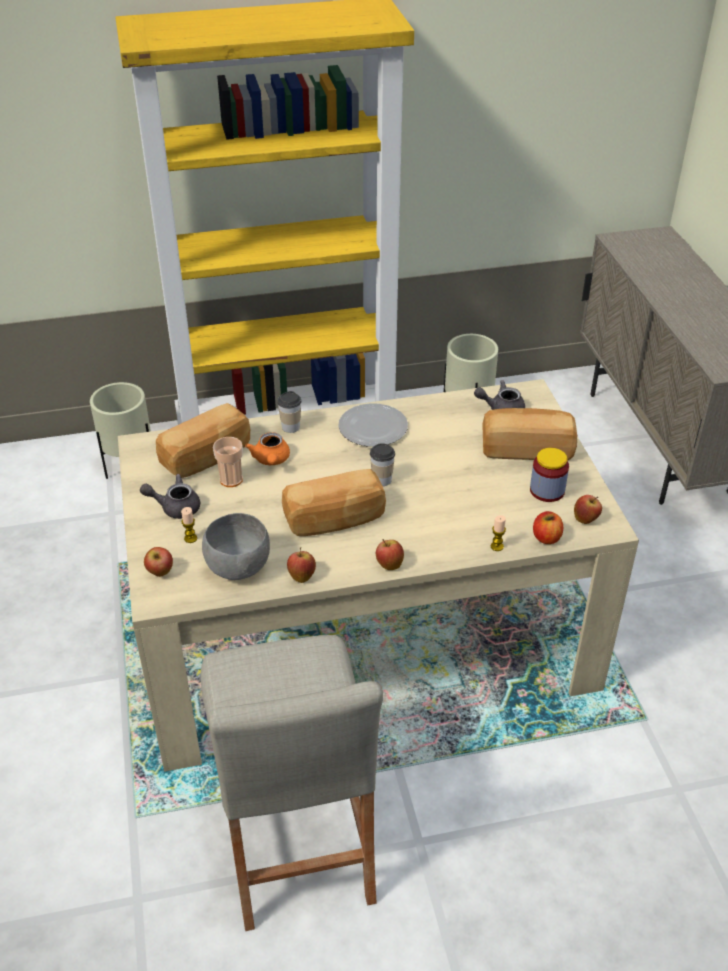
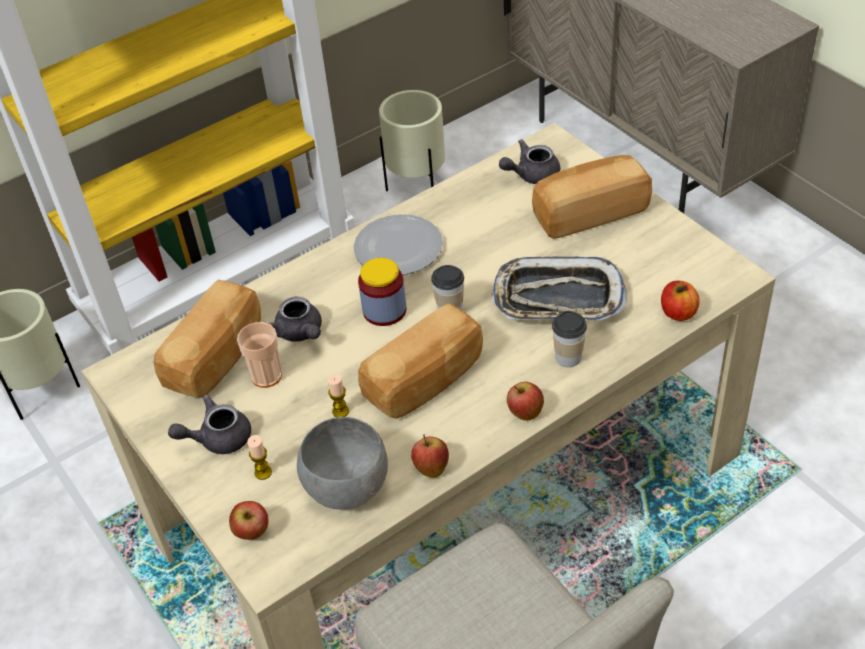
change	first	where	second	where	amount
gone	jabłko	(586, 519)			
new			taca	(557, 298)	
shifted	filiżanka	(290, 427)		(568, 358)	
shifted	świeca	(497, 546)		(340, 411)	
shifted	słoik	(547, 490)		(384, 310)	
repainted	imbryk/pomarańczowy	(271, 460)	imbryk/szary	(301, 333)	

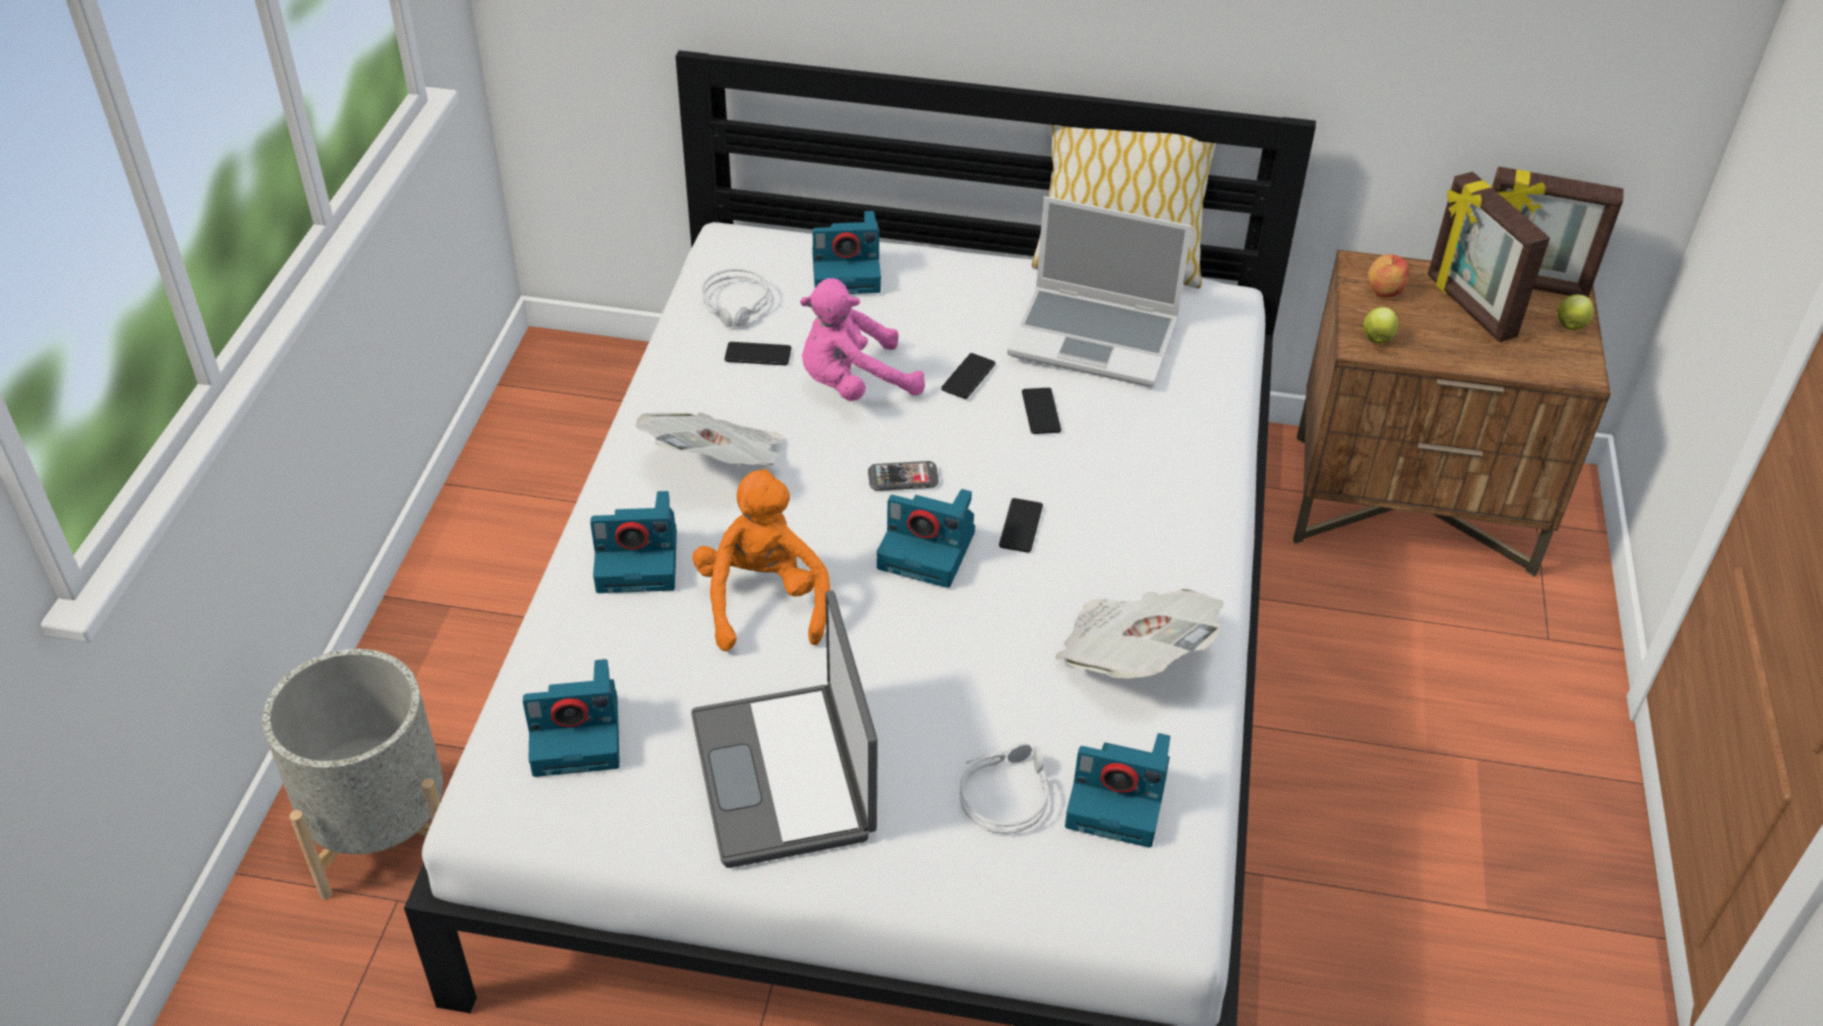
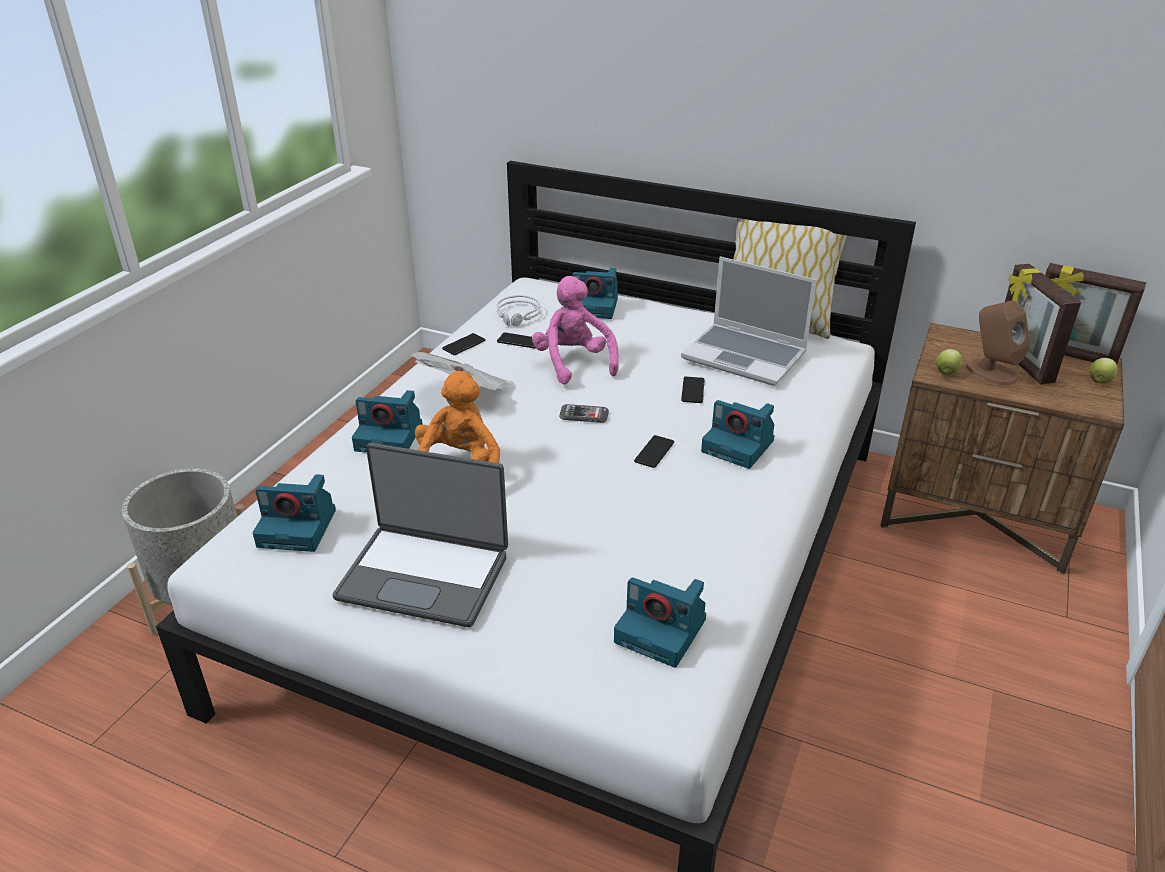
change	first	where	second	where	amount
gone	słuchawki/szary	(1005, 792)			
gone	gazeta	(1132, 657)			
gone	jabłko	(1383, 290)			
new			głośnik/brązowy	(991, 372)	
shifted	aparat fotograficzny	(929, 550)		(739, 446)	
shifted	telefon	(968, 377)		(464, 345)	
rotated	laptop	(786, 776)		(425, 575)	75 degrees counterclockwise
rotated	pluszak/różowy	(853, 384)		(573, 363)	75 degrees clockwise

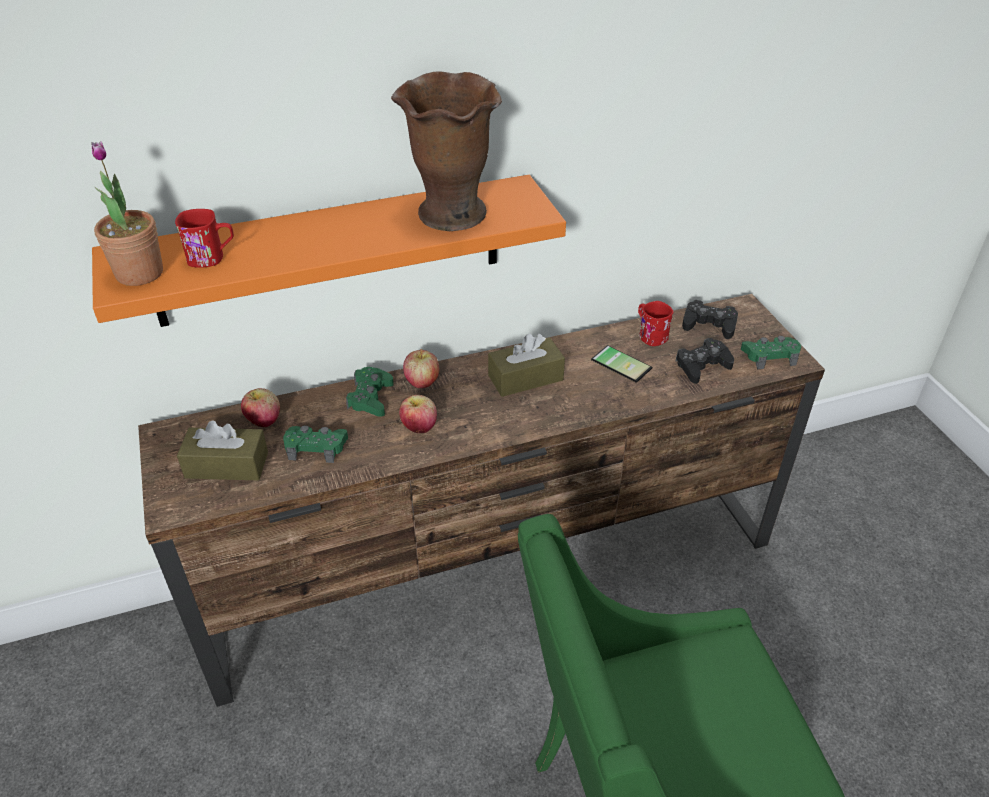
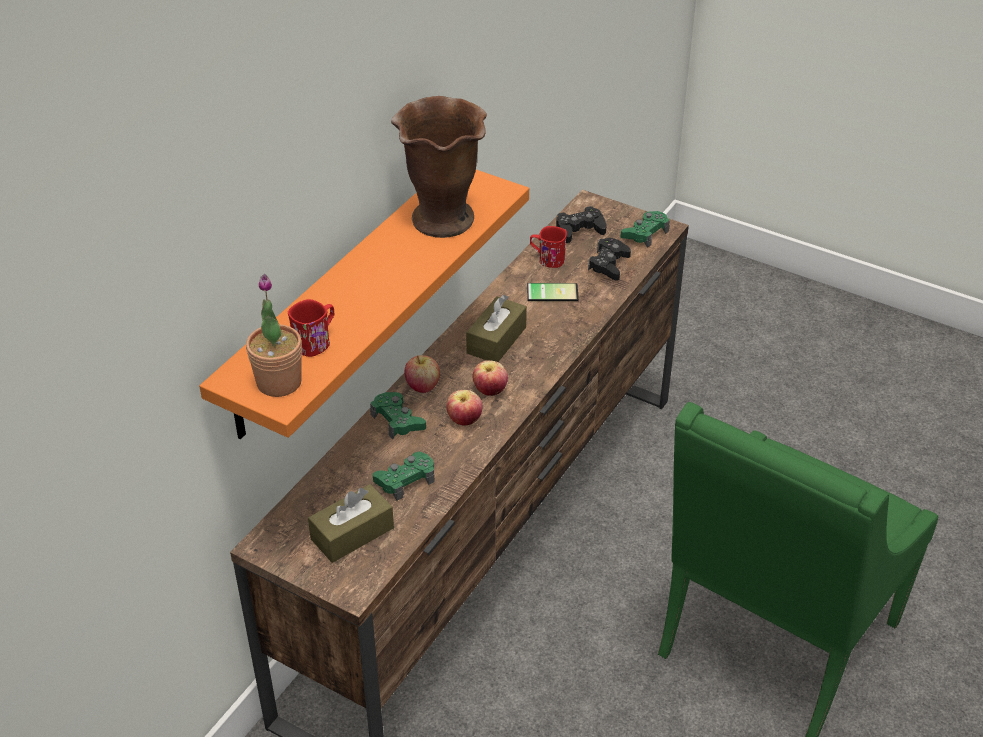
change	first	where	second	where	amount
shifted	jabłko	(264, 421)		(490, 391)	

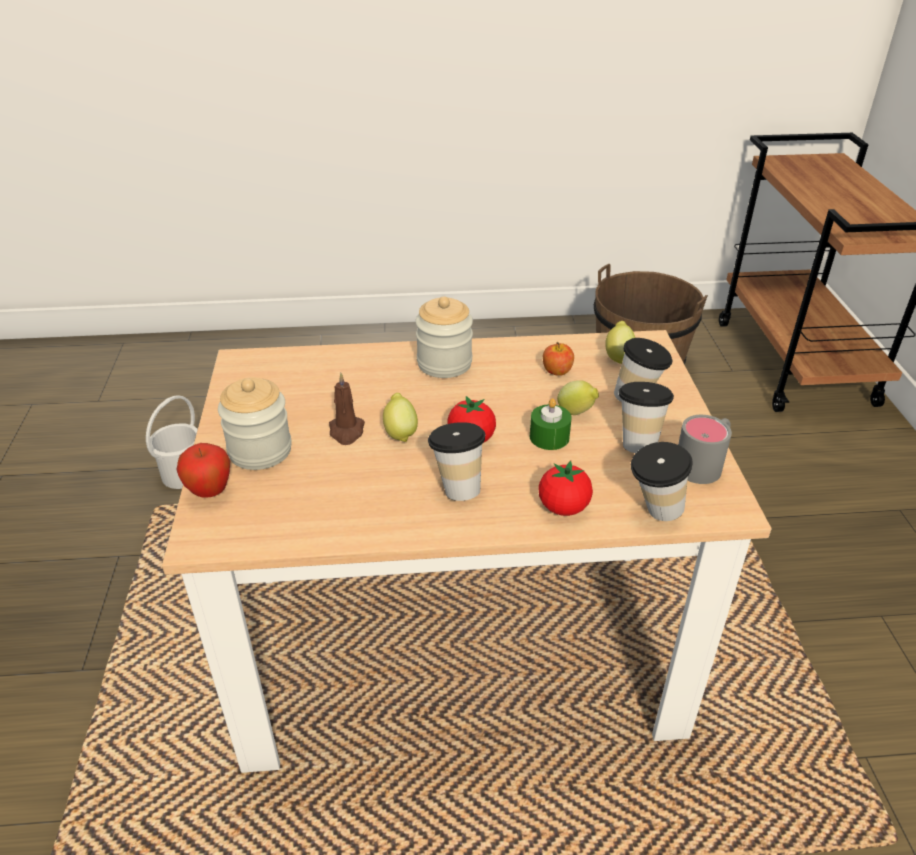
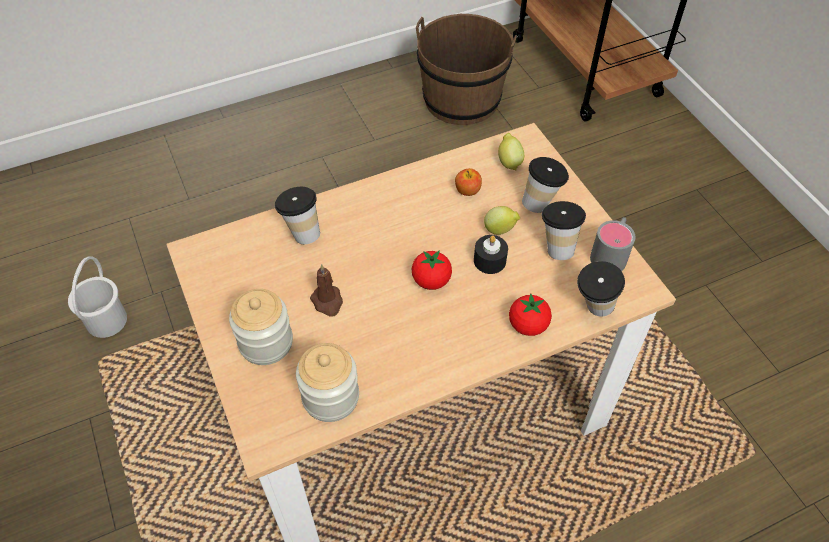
change	first	where	second	where	amount
gone	jabłko	(210, 492)			
gone	cytryna	(400, 432)			
shifted	słoik	(444, 363)		(330, 397)	
shifted	filiżanka	(457, 487)		(302, 232)	
repainted	świeca/zielony	(549, 437)	świeca/czarny	(489, 261)	

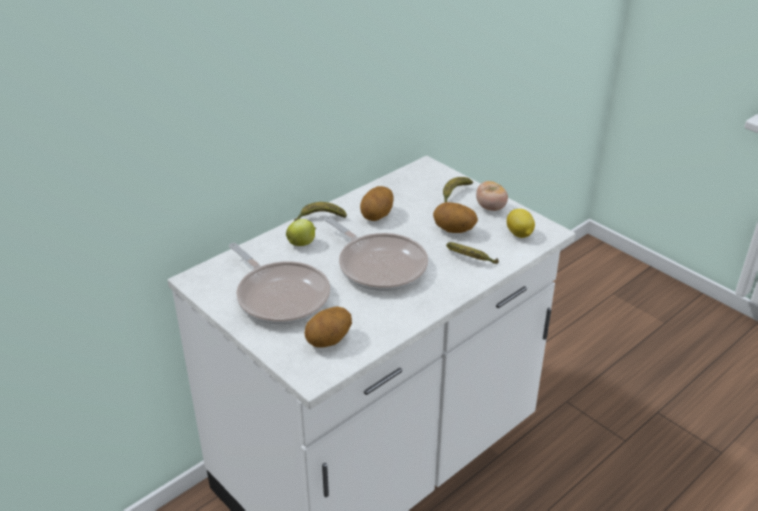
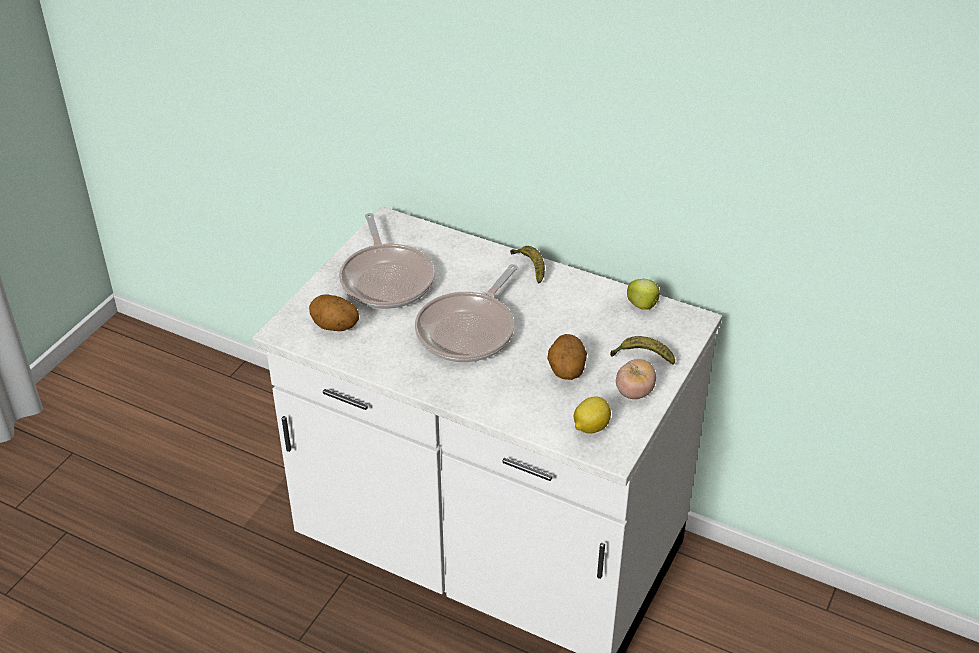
change	first	where	second	where	amount
gone	ziemniak	(377, 216)			
gone	banan	(470, 259)			
shifted	jabłko	(302, 243)		(643, 306)	
rotated	patelnia	(280, 296)		(386, 279)	45 degrees counterclockwise

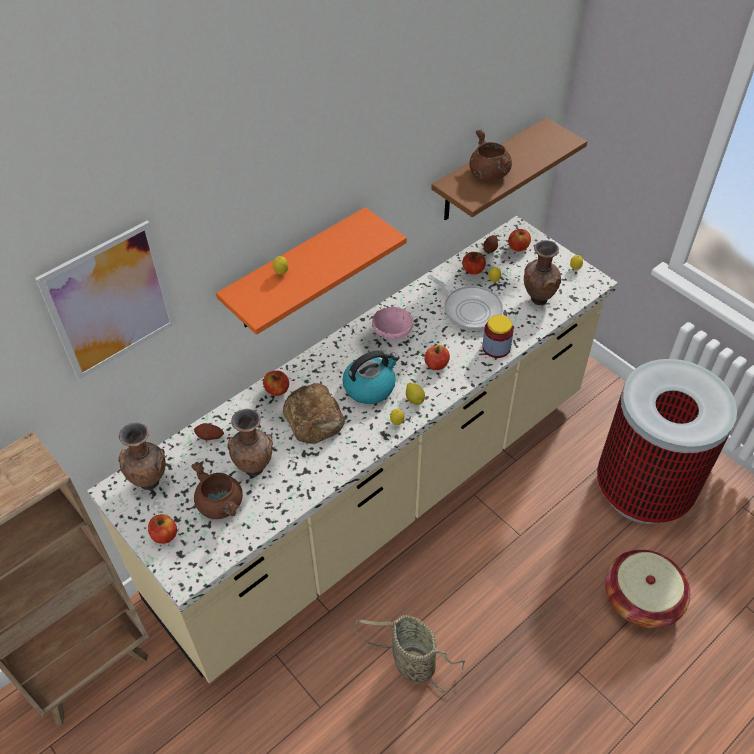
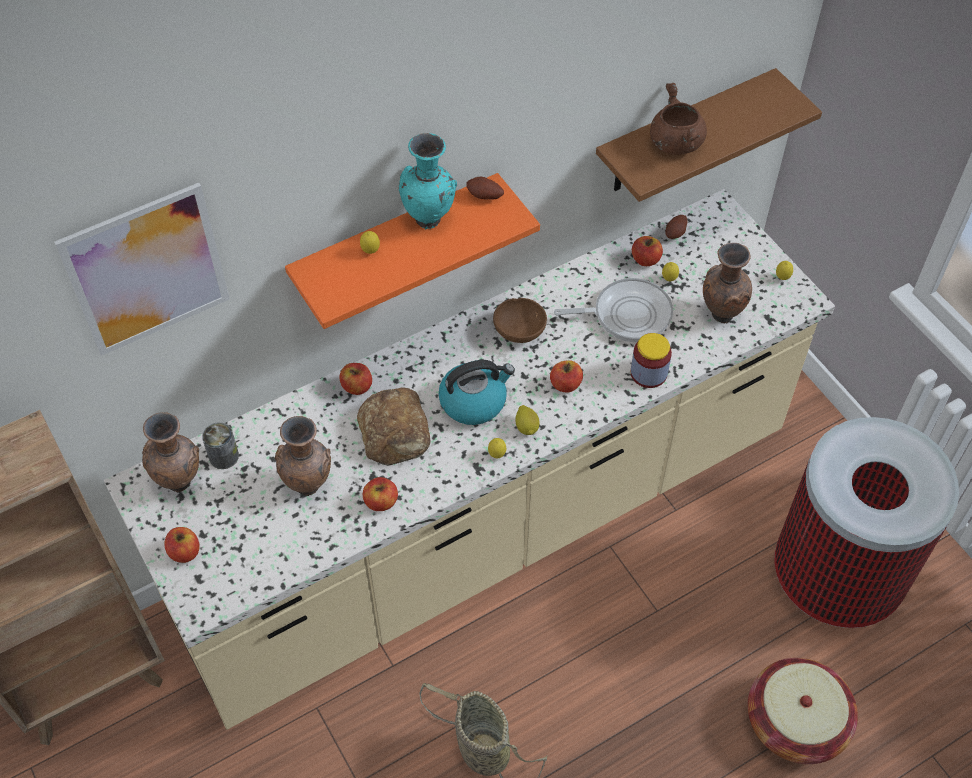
change	first	where	second	where	amount
gone	garnek/brązowy	(221, 504)			
new			puszka	(224, 456)	
new			wazon/turkusowy	(430, 219)	
shifted	ziemniak	(210, 437)		(484, 197)	
shifted	jabłko	(518, 247)		(381, 501)	
repainted	miska/różowy	(393, 332)	miska/brązowy	(520, 330)	
rotated	patelnia	(469, 309)		(627, 314)	60 degrees counterclockwise

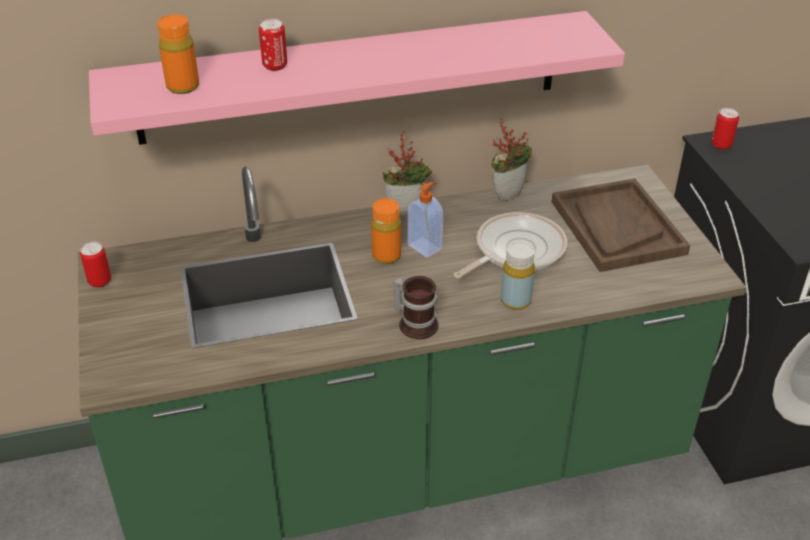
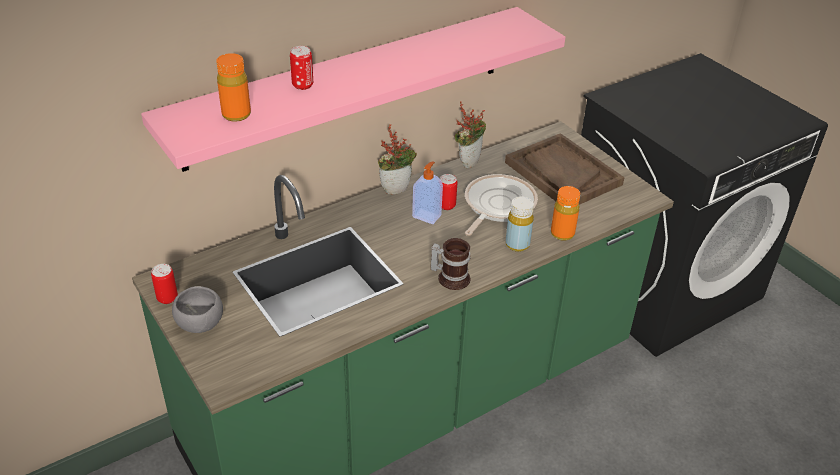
change	first	where	second	where	amount
new			miska/szary	(199, 324)	
shifted	butelka/pomarańczowy	(386, 256)		(562, 233)	
shifted	puszka	(721, 145)		(446, 205)	

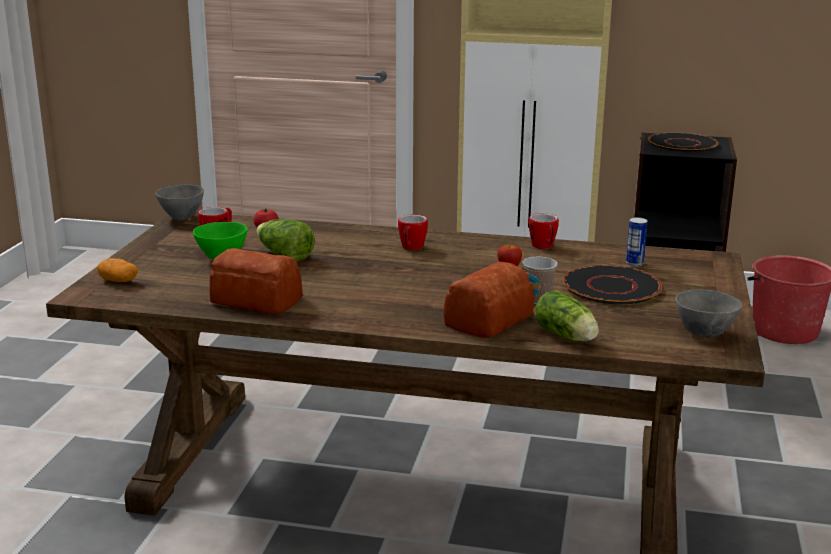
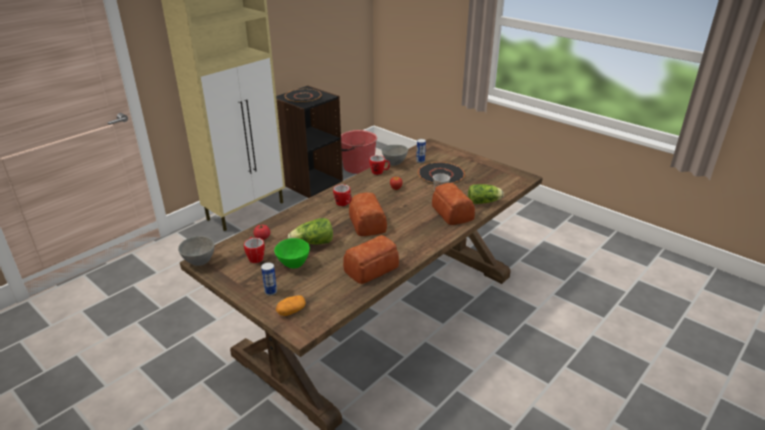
change	first	where	second	where	amount
new			puszka	(270, 292)	
new			chleb	(368, 223)	
shifted	miska/szary	(705, 333)		(394, 163)	

